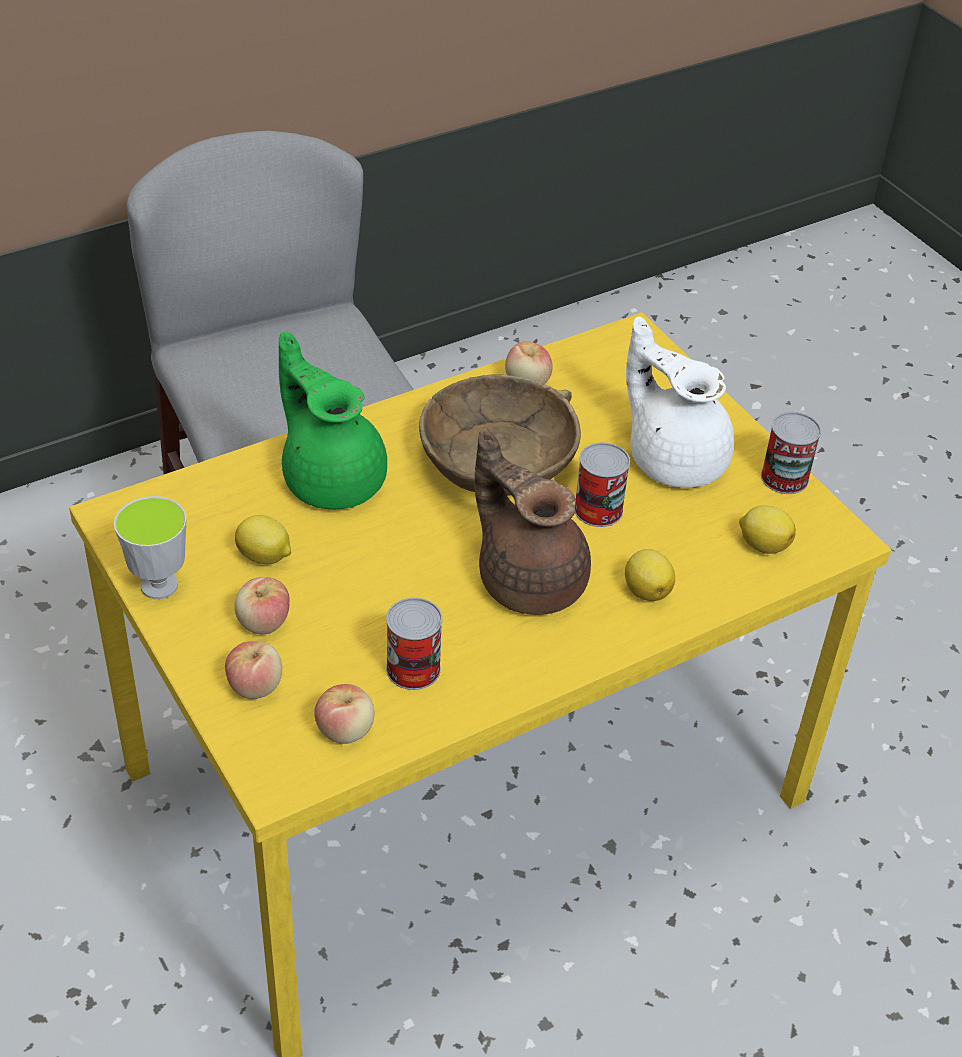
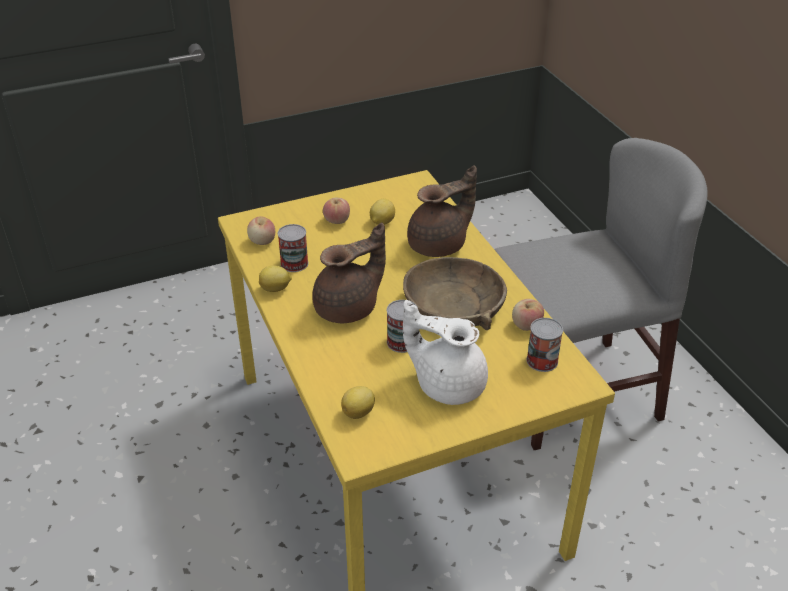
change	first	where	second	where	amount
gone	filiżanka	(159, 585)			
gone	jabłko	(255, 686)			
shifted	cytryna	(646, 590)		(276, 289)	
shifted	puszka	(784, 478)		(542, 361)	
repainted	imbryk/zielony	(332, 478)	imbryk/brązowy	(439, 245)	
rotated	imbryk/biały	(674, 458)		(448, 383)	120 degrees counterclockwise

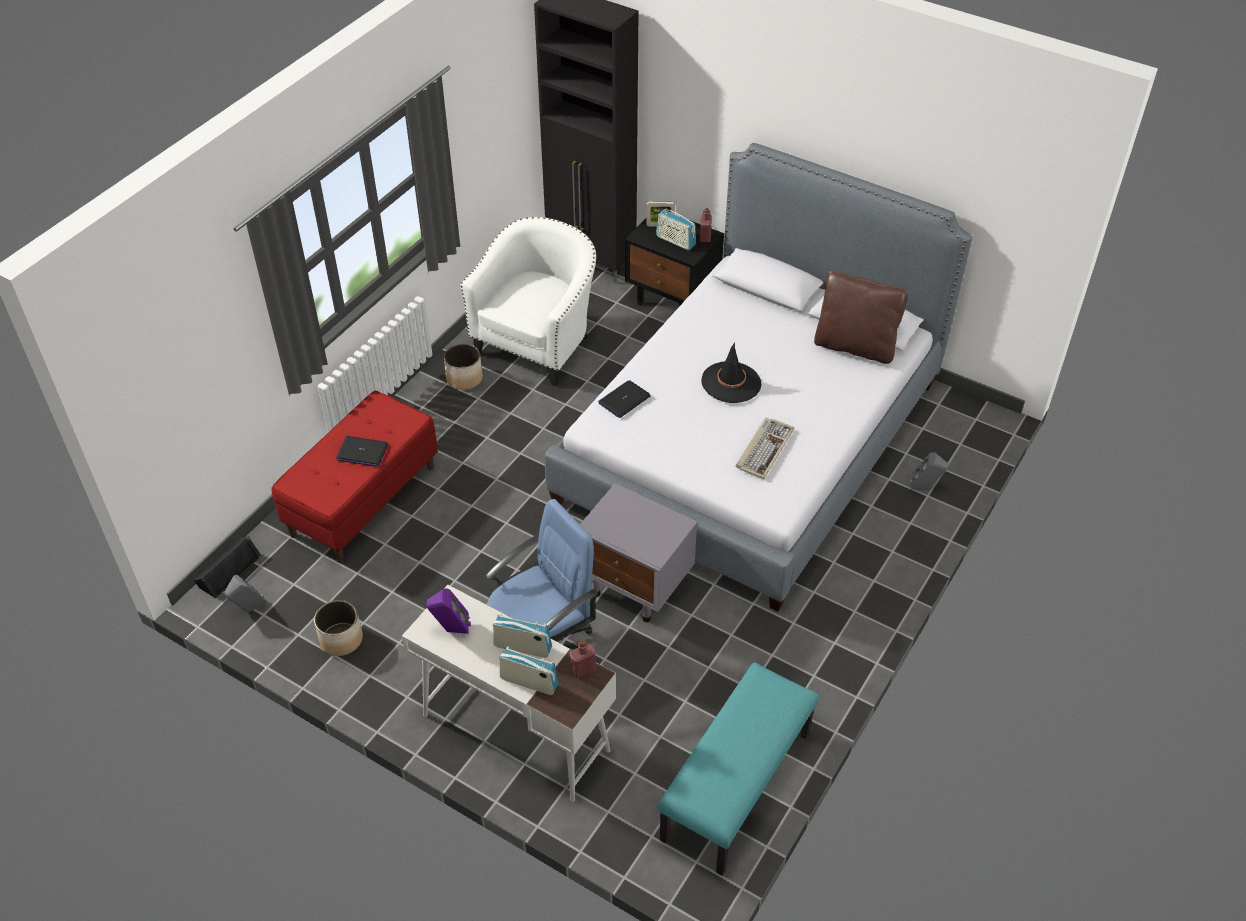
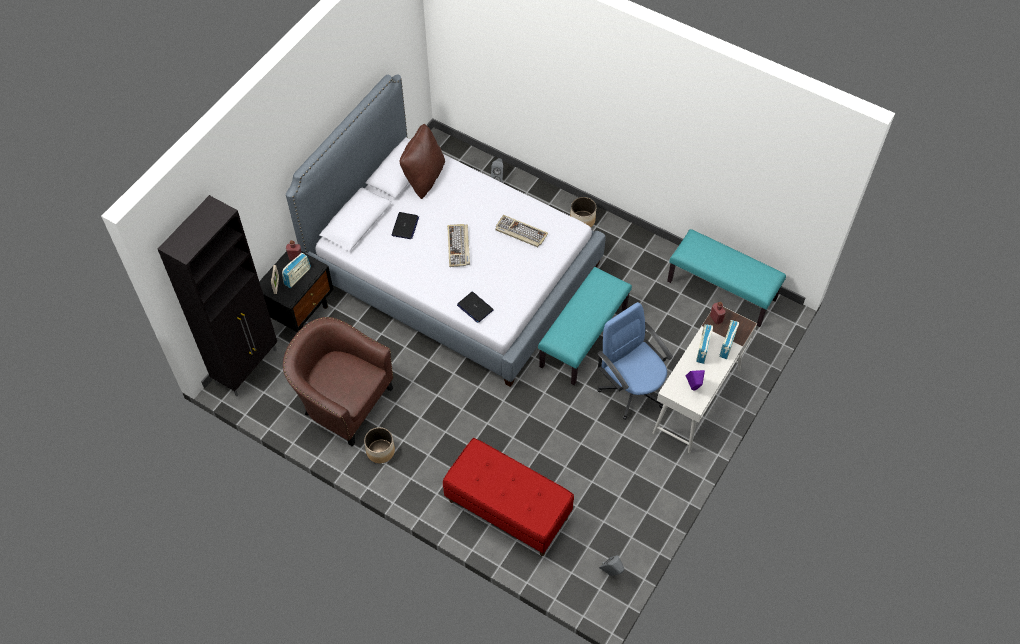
change	first	where	second	where	amount
gone	głośnik/czarny	(228, 570)			
shifted	donica	(340, 639)		(582, 220)	
shifted	laptop	(362, 452)		(405, 226)	
swapped	szafka nocna/szary	(637, 588)	ławka/turkusowy	(583, 337)	
swapped	kapelusz/czarny	(731, 382)	klawiatura	(459, 246)	
repainted	fotel/biały	(538, 342)	fotel/brązowy	(342, 401)	

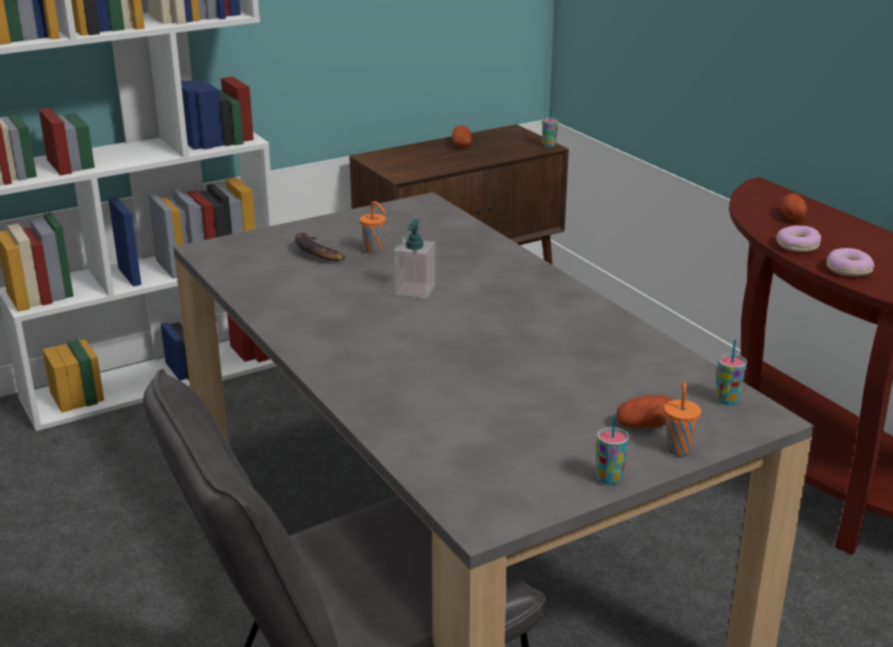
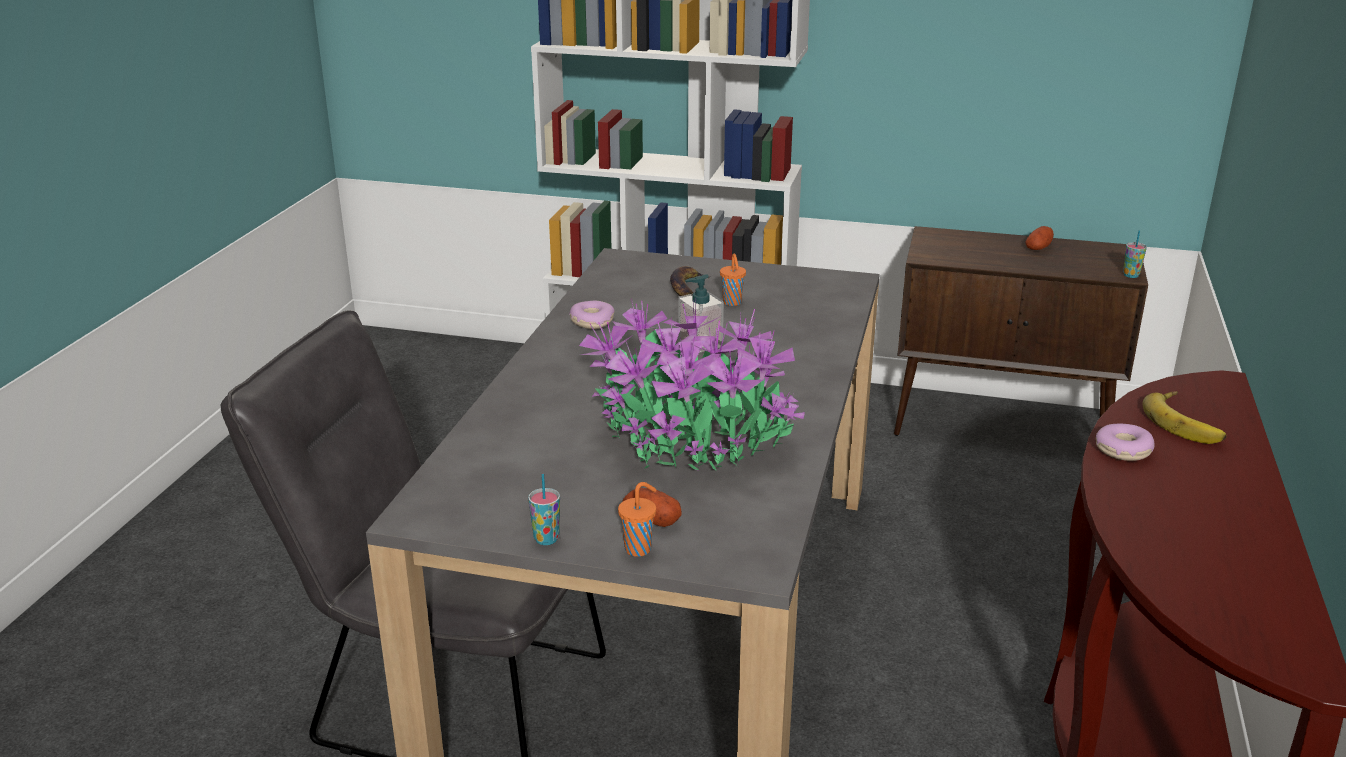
change	first	where	second	where	amount
gone	filiżanka	(727, 400)			
new			roślina doniczkowa	(692, 443)	
shifted	donut	(848, 270)		(592, 322)	
swapped	ziemniak	(792, 217)	banan	(1186, 423)	

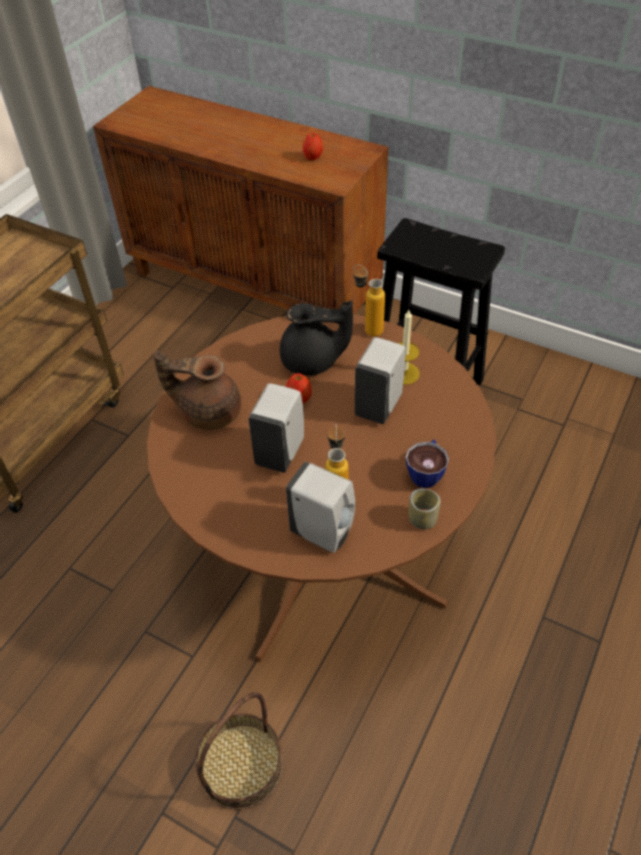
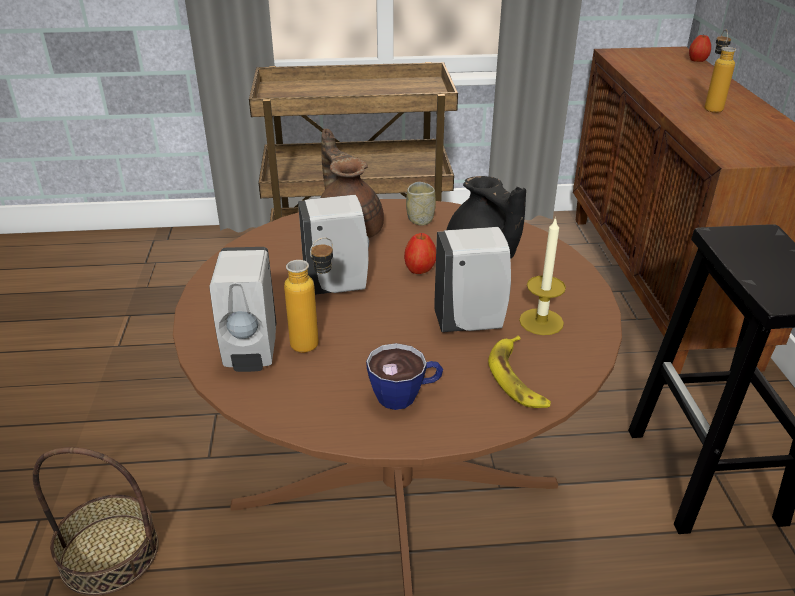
change	first	where	second	where	amount
new			banan	(518, 378)	
shifted	jabłko	(313, 158)		(697, 61)	
shifted	butelka	(367, 328)		(710, 107)	
shifted	filiżanka	(422, 520)		(420, 219)	

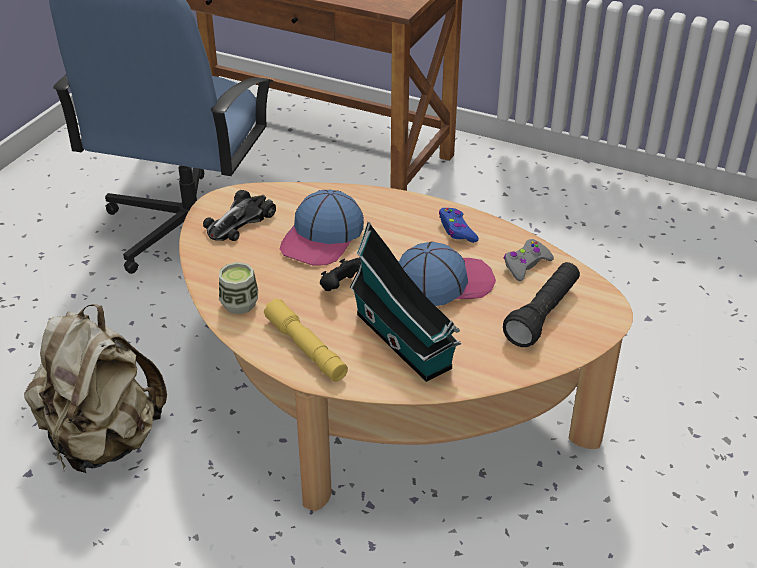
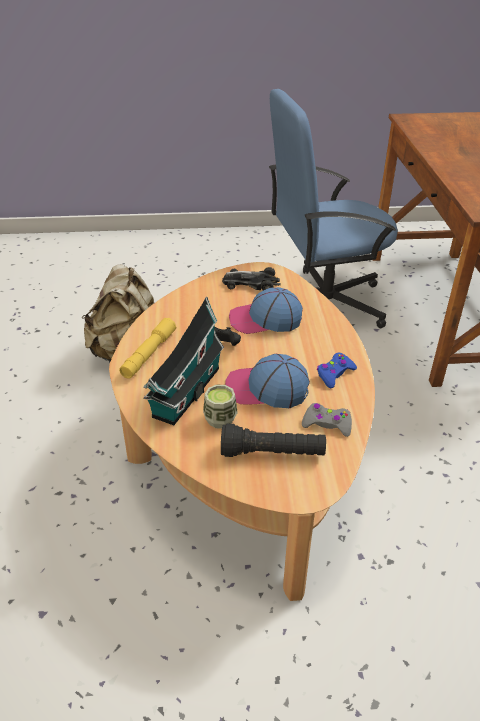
change	first	where	second	where	amount
shifted	filiżanka	(239, 304)		(220, 419)	
rotated	czapka z daszkiem	(443, 283)		(266, 389)	150 degrees clockwise

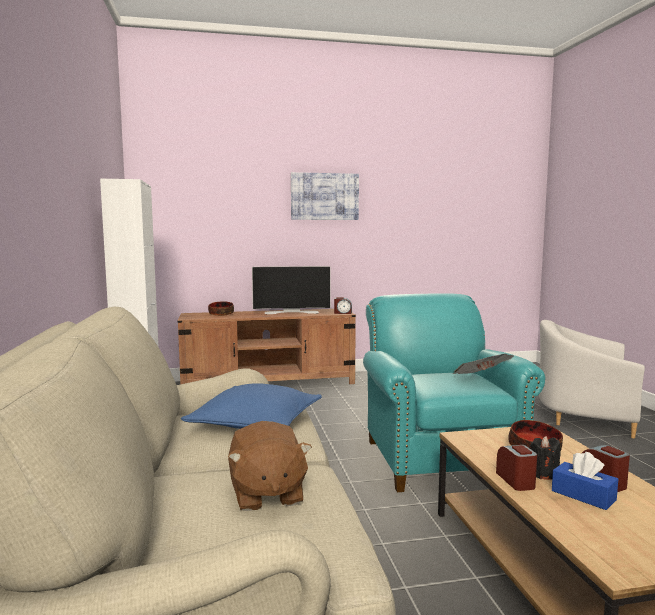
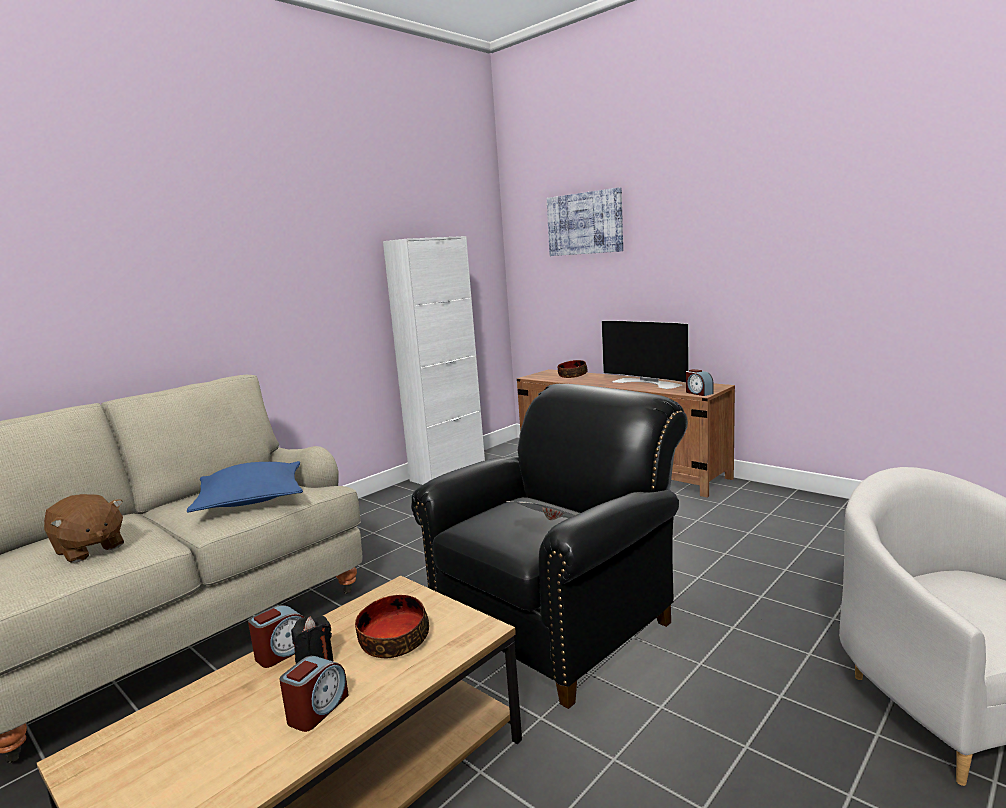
change	first	where	second	where	amount
gone	pudełko chusteczek/niebieski	(583, 495)			
shifted	obraz	(324, 196)		(585, 223)	
repainted	fotel/turkusowy	(437, 457)	fotel/czarny	(561, 622)	
rotated	pluszak/brązowy	(266, 494)		(89, 549)	90 degrees counterclockwise

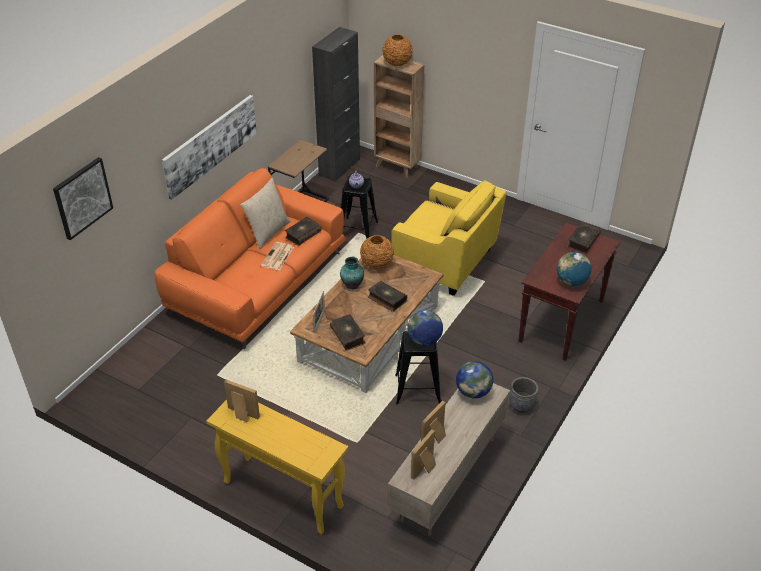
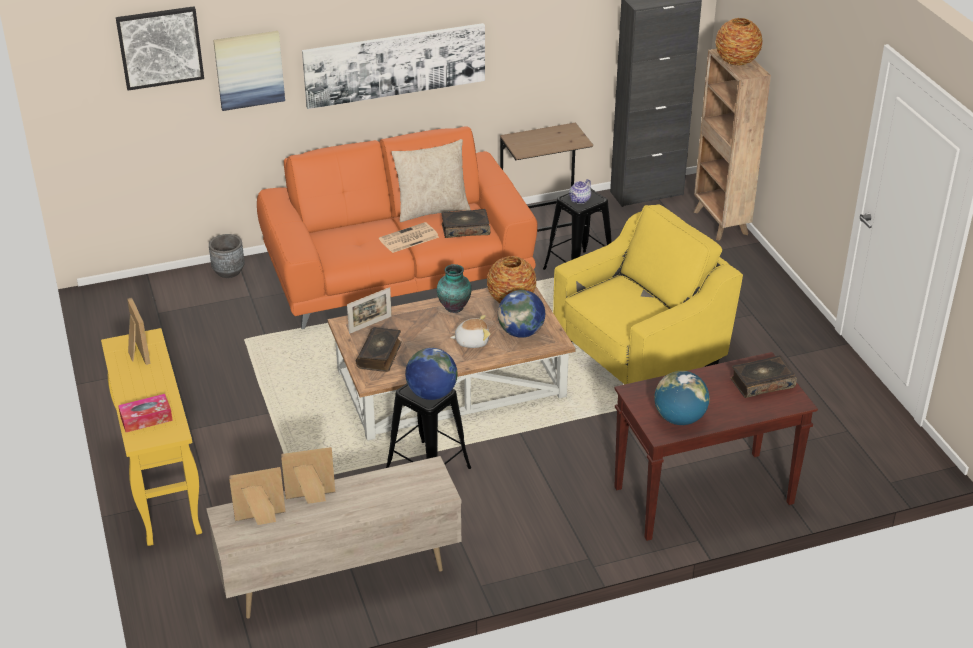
change	first	where	second	where	amount
new			pudełko chusteczek	(146, 419)	
new			obraz	(249, 70)	
shifted	globus	(473, 392)		(521, 332)	
shifted	donica/szary	(521, 405)		(229, 271)	
swapped	książka	(386, 299)	pluszak	(471, 341)	
rotated	fotel/żółty	(445, 262)		(639, 355)	105 degrees counterclockwise

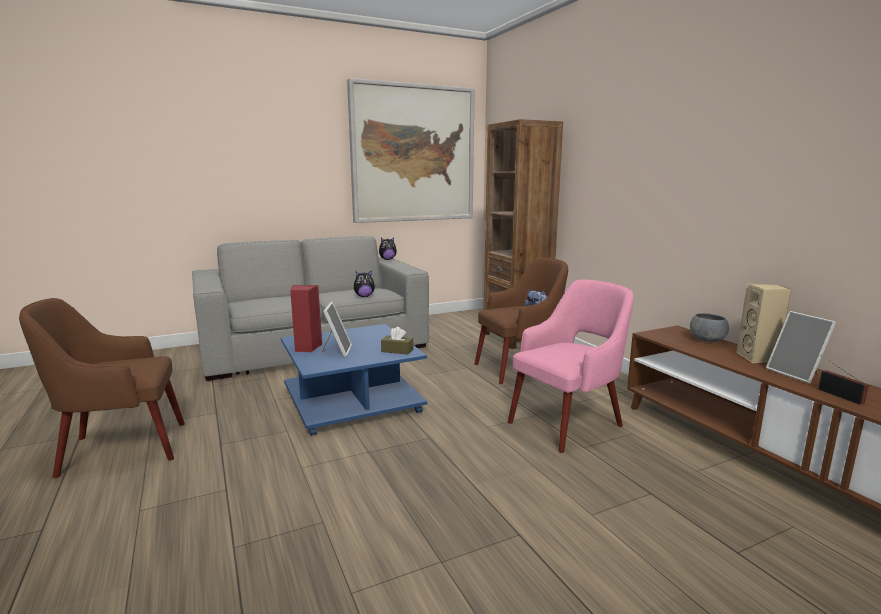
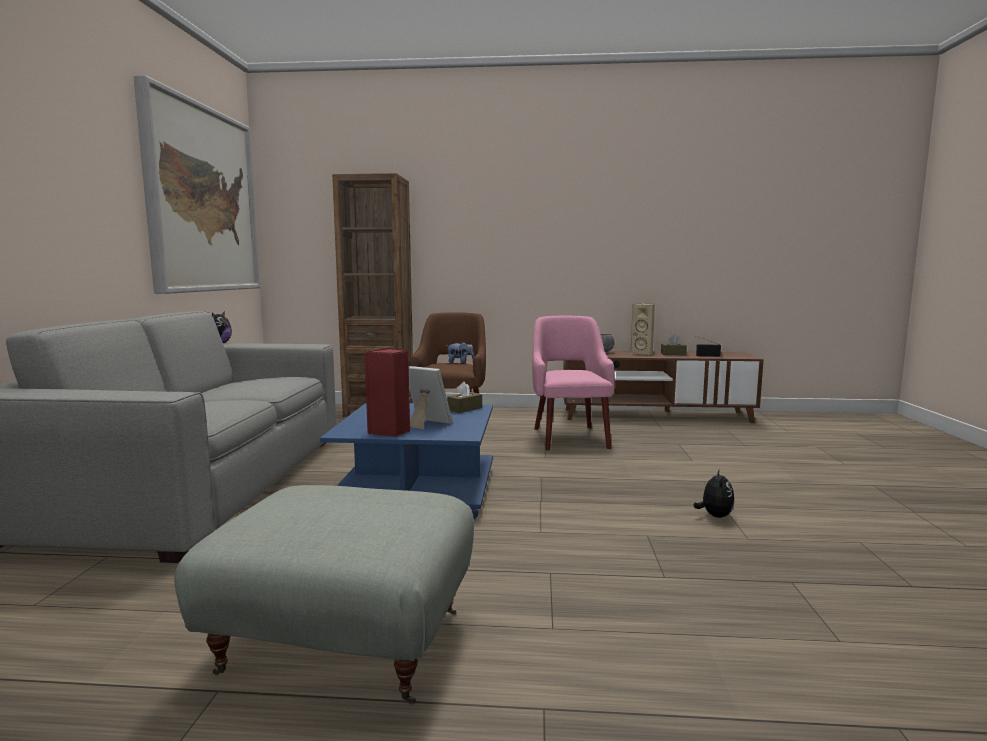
change	first	where	second	where	amount
shifted	pluszak	(364, 296)		(714, 515)	
swapped	fotel/brązowy	(120, 448)	pufa/szary	(342, 645)	
swapped	ramka na zdjęcie	(796, 374)	pudełko chusteczek/brązowy	(673, 354)	

